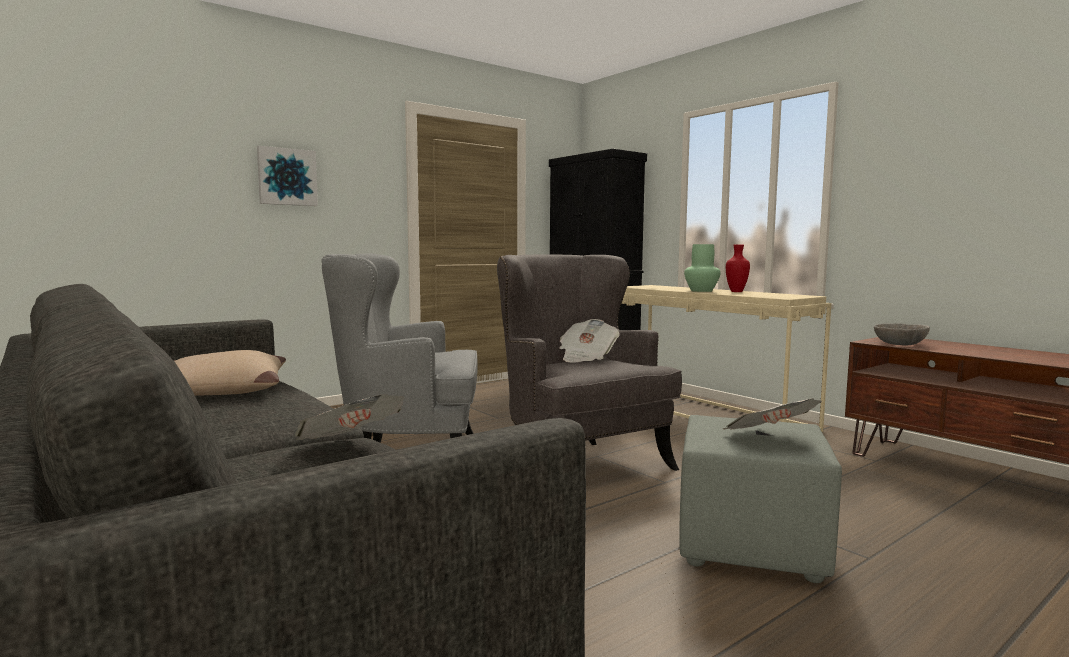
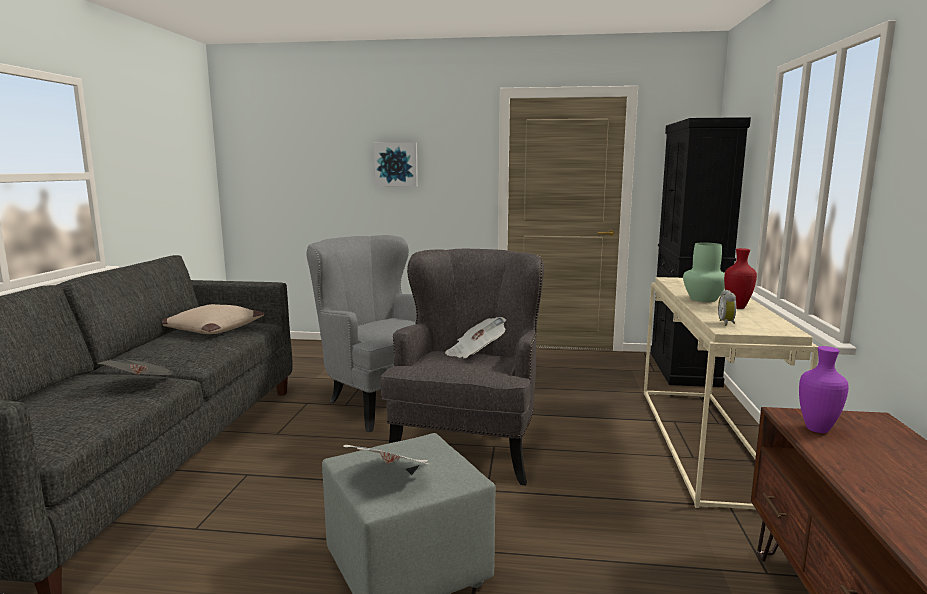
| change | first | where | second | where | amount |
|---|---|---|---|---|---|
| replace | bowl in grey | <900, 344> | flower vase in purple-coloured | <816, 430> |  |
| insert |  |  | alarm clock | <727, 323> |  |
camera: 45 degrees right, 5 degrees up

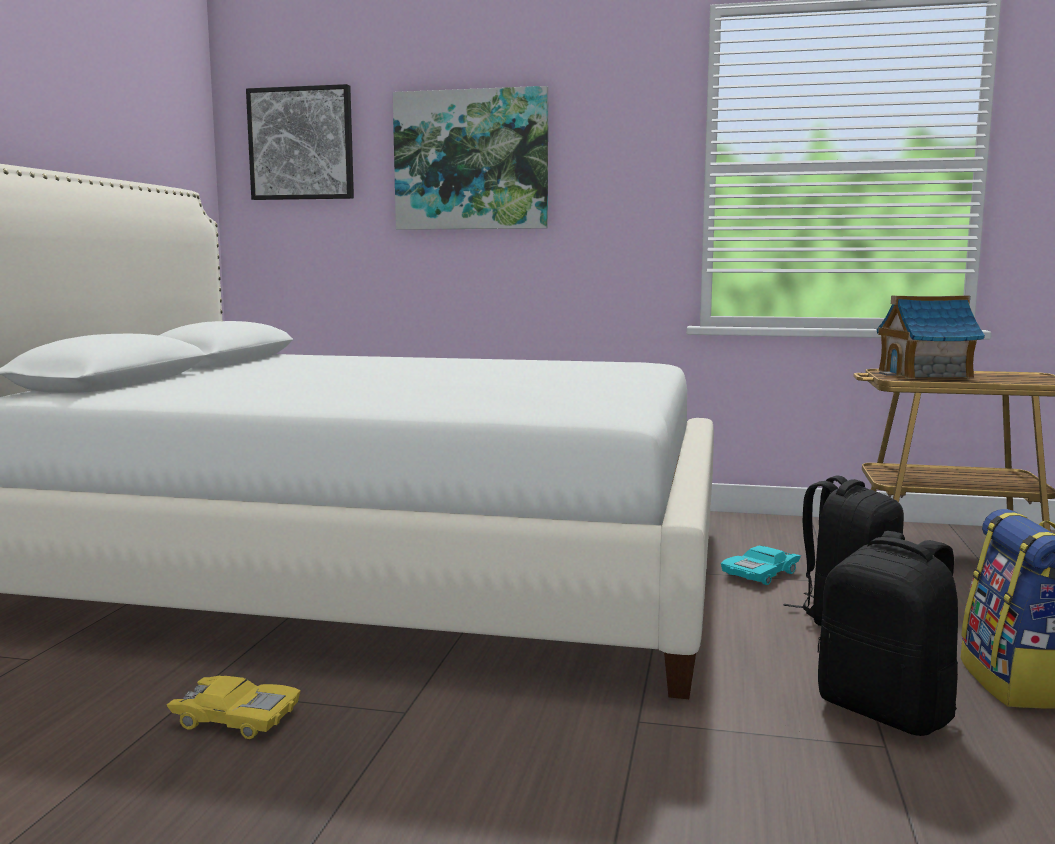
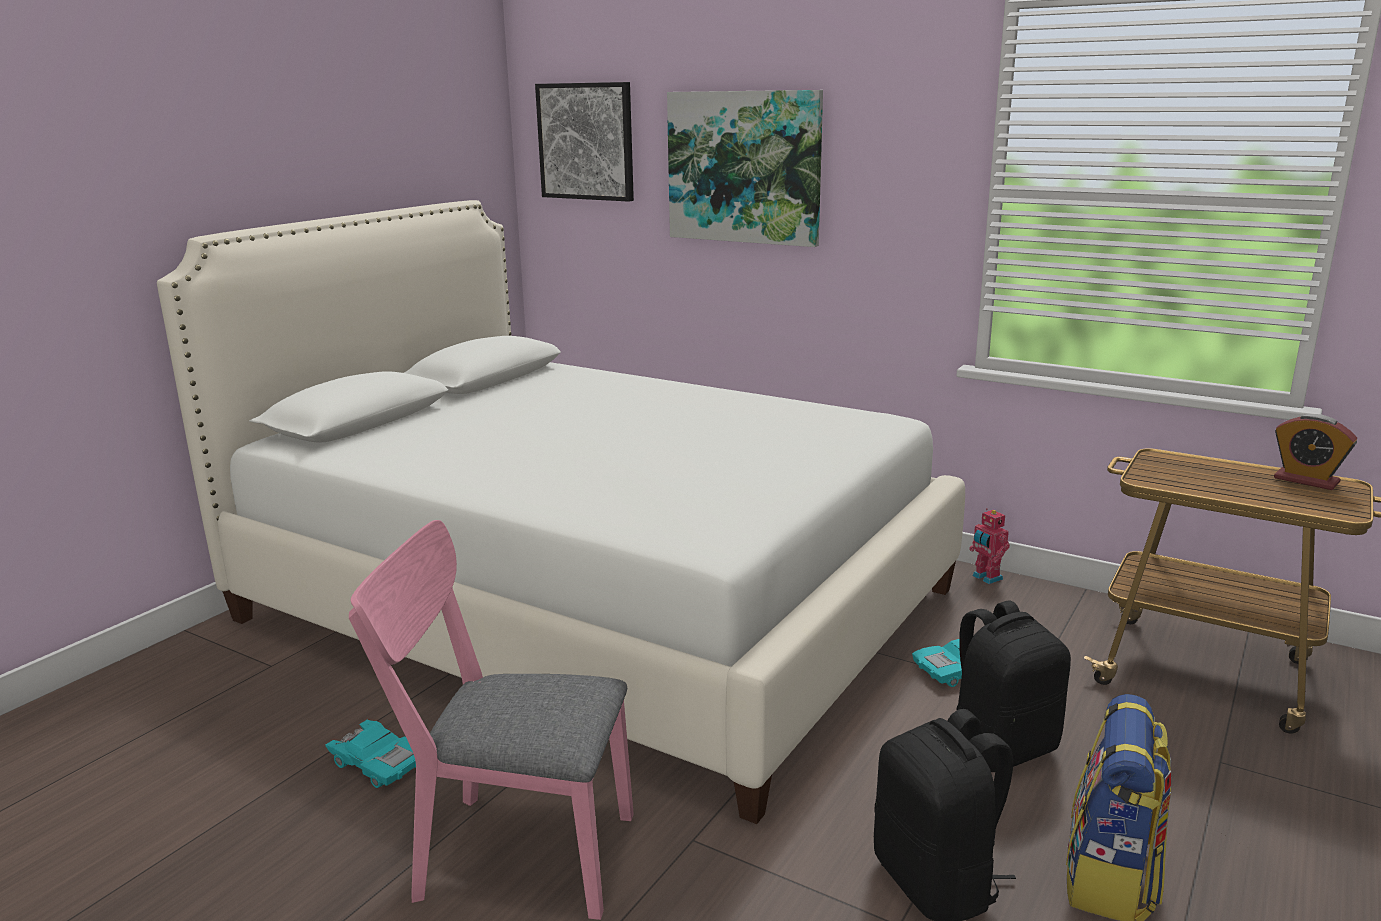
| change | first | where | second | where | amount |
|---|---|---|---|---|---|
| delete | toy house | <925, 374> |  |  |  |
| recolor | toy car in yellow | <236, 718> | toy car in blue-green | <379, 763> |  |
| insert |  |  | alarm clock | <1306, 480> |  |
| insert |  |  | robot figure | <986, 578> |  |
| insert |  |  | plain chair in pink | <510, 852> |  |
camera: 20 degrees right, 10 degrees up

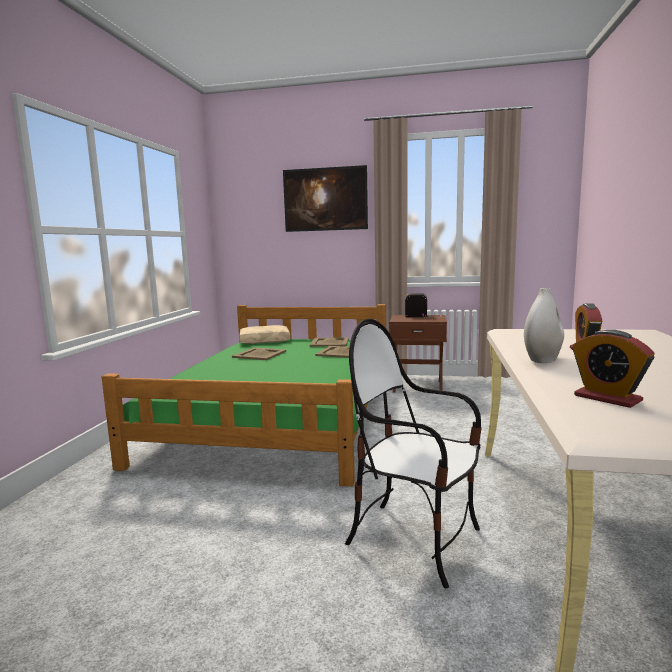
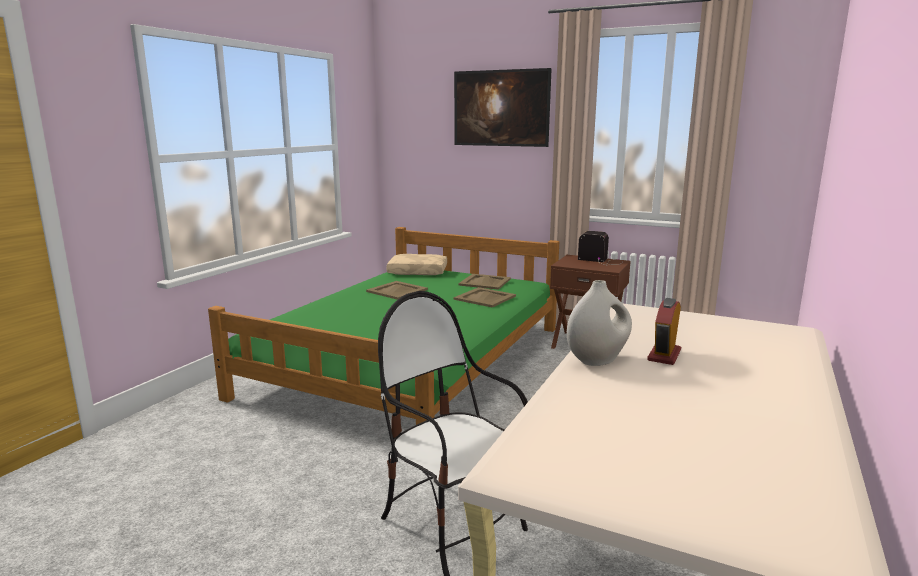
| change | first | where | second | where | amount |
|---|---|---|---|---|---|
| delete | alarm clock | <607, 398> |  |  |  |
camera: 15 degrees right, 5 degrees up

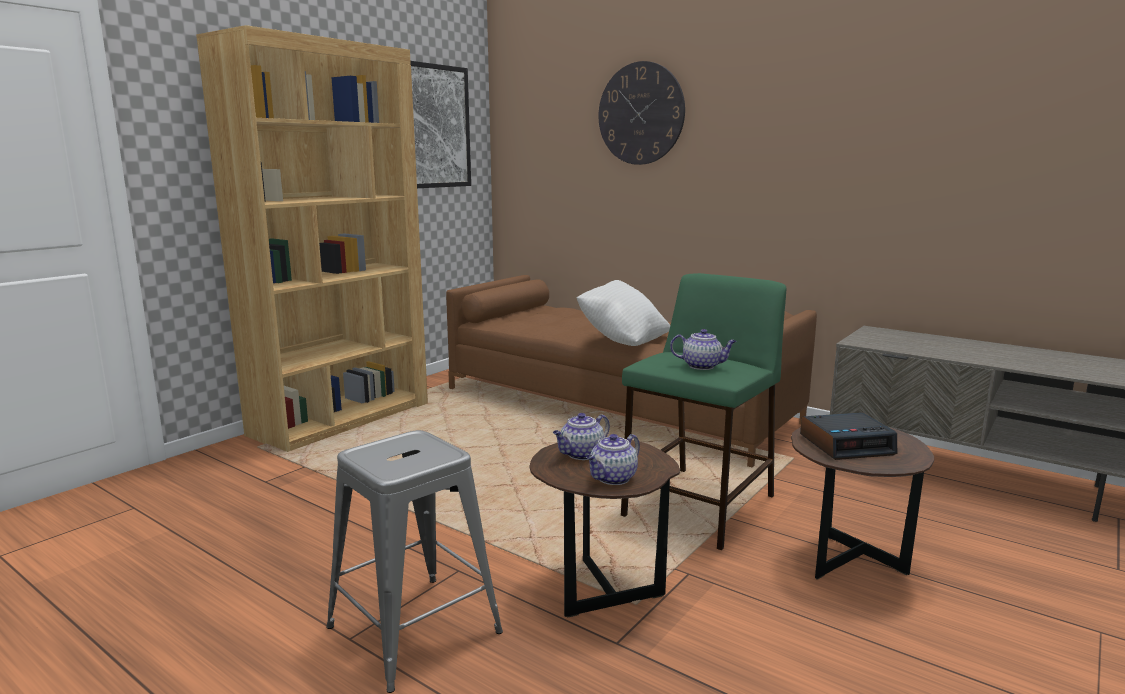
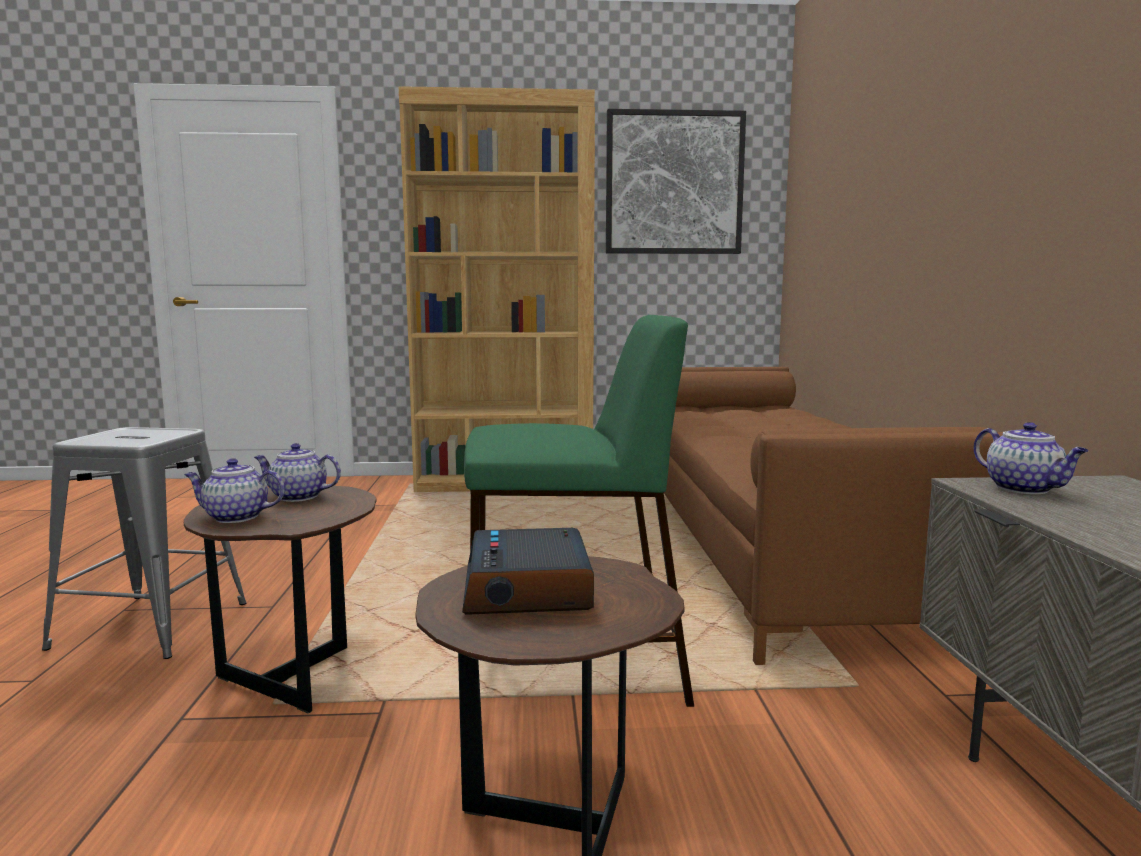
| change | first | where | second | where | amount |
|---|---|---|---|---|---|
| delete | hanging clock | <641, 113> |  |  |  |
| delete | throw pillow in white-coloured | <623, 341> |  |  |  |
| move | teapot | <702, 366> |  | <1025, 489> |  |
| rotate | alarm clock | <847, 444> |  | <529, 589> | 45 degrees clockwise |
camera: 50 degrees right, 5 degrees down

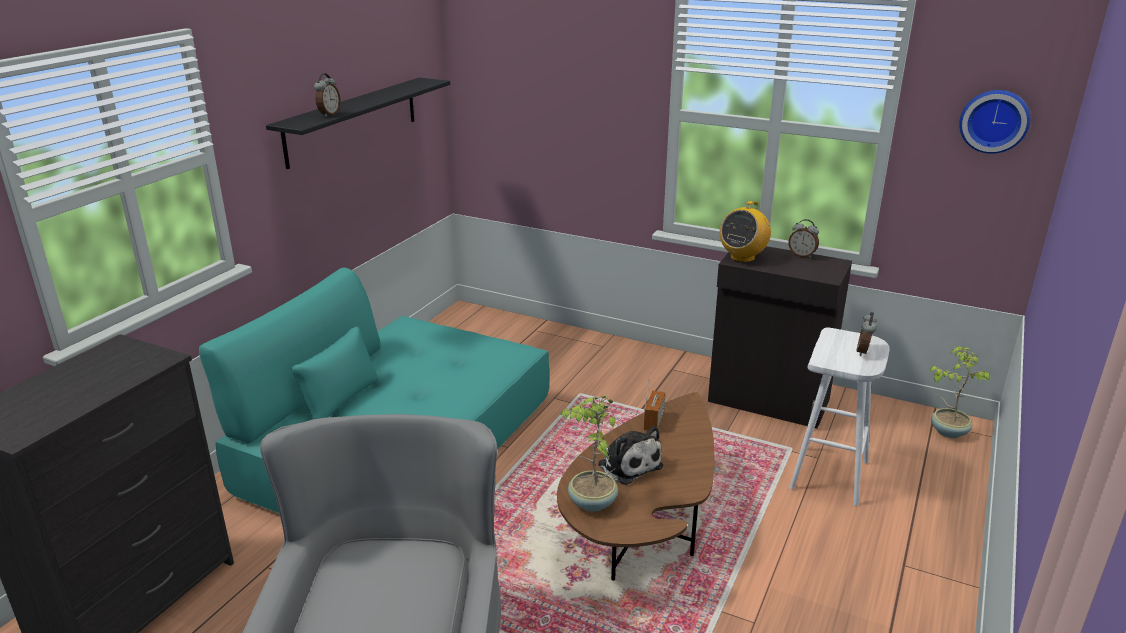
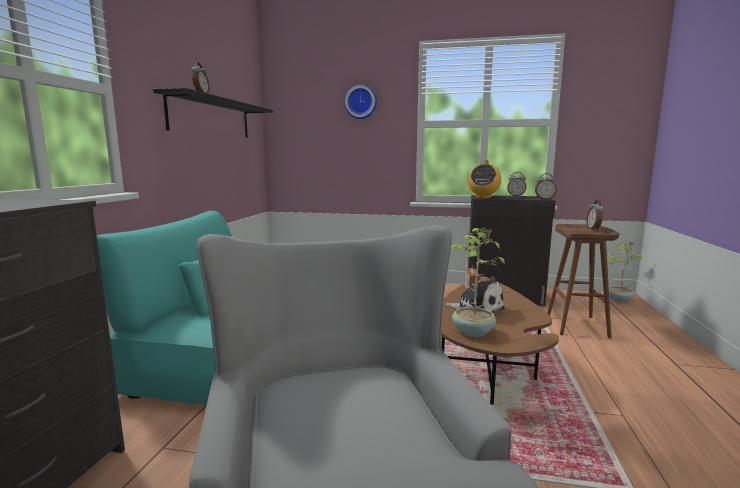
| change | first | where | second | where | amount |
|---|---|---|---|---|---|
| move | hanging clock | <994, 120> |  | <361, 102> |  |
| recolor | sitting stool in white-coloured | <830, 476> | sitting stool in brown | <577, 326> |  |
| insert |  |  | alarm clock | <544, 199> |  |
camera: 15 degrees left, 15 degrees down

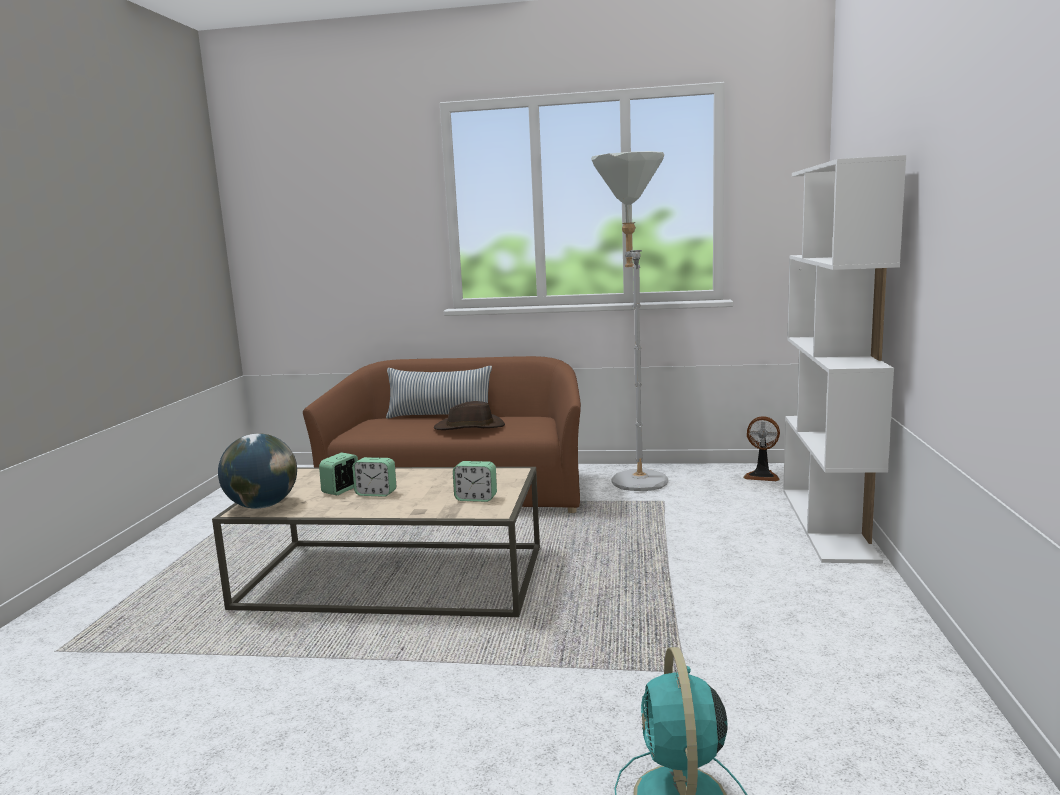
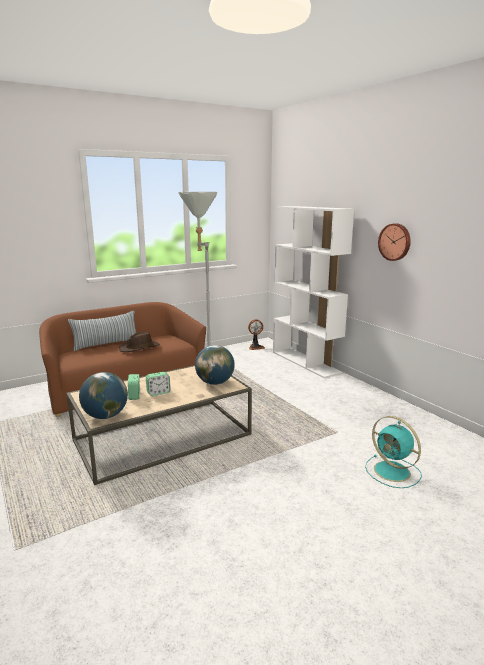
| change | first | where | second | where | amount |
|---|---|---|---|---|---|
| replace | alarm clock | <476, 498> | world globe | <215, 382> |  |
| insert |  |  | hanging clock | <395, 242> |  |
camera: 40 degrees left, 5 degrees up

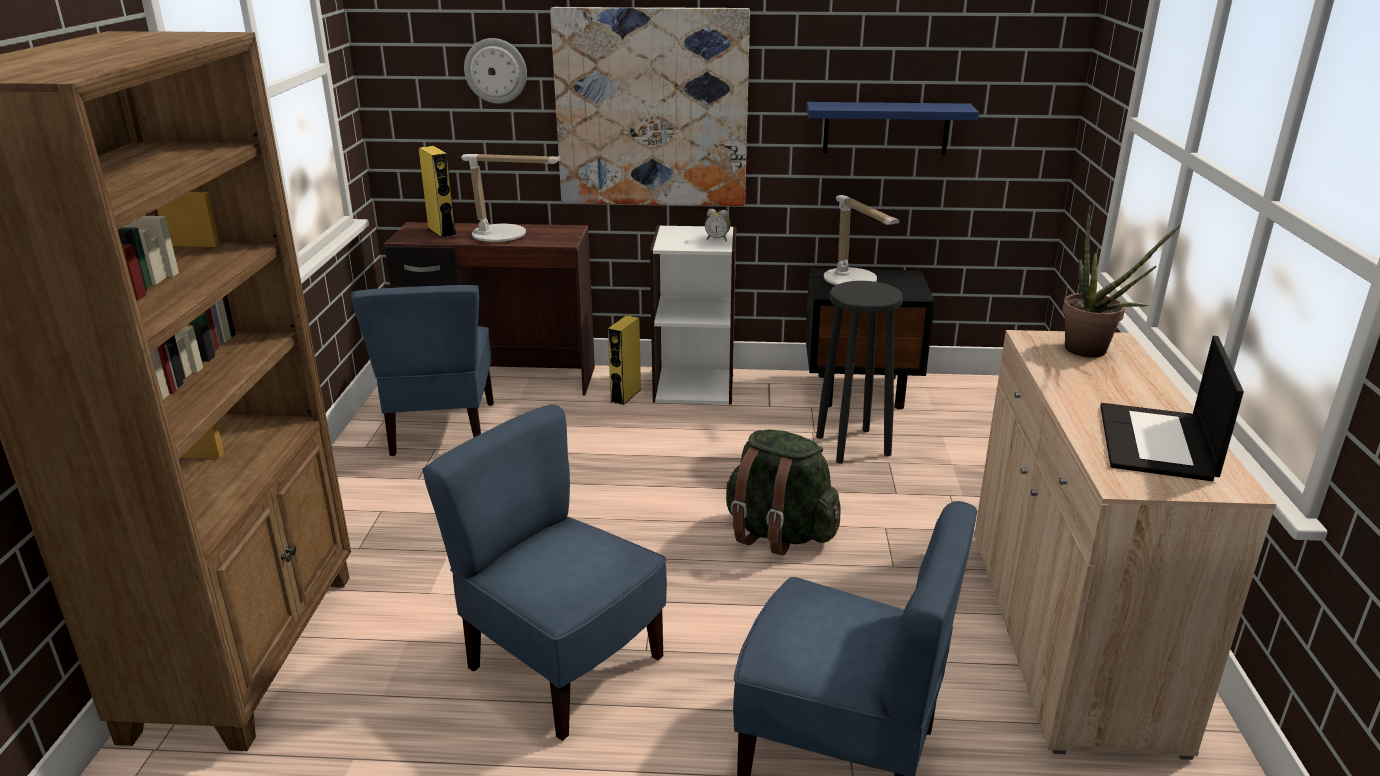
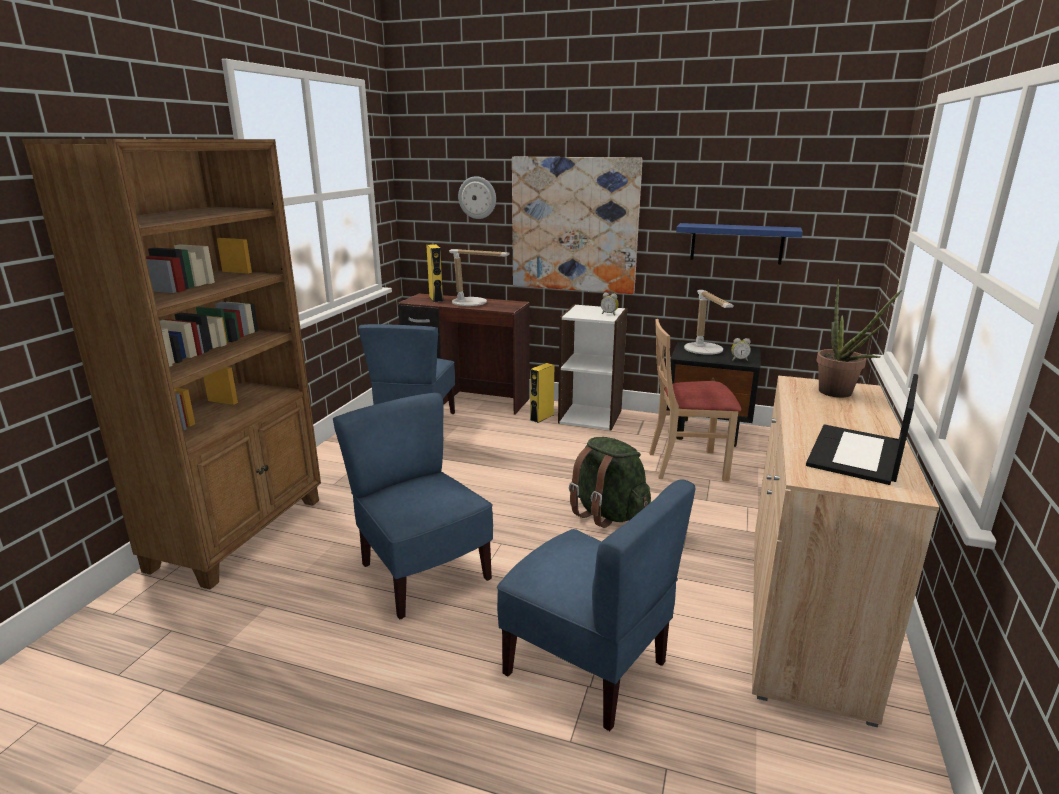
| change | first | where | second | where | amount |
|---|---|---|---|---|---|
| replace | sitting stool in blackish | <852, 445> | plain chair in beige-coloured | <687, 465> |  |
| insert |  |  | alarm clock | <739, 360> |  |
camera: 15 degrees right, 5 degrees down

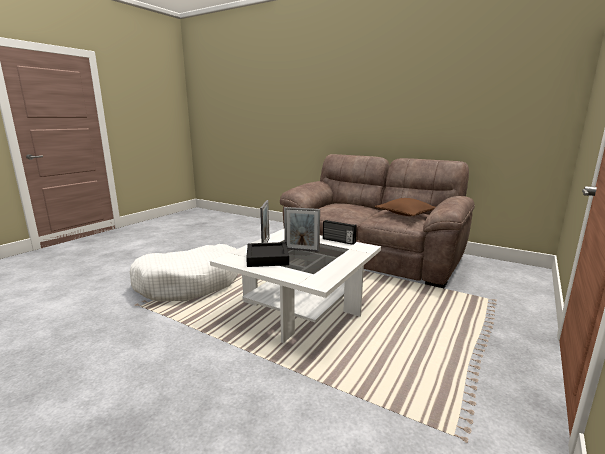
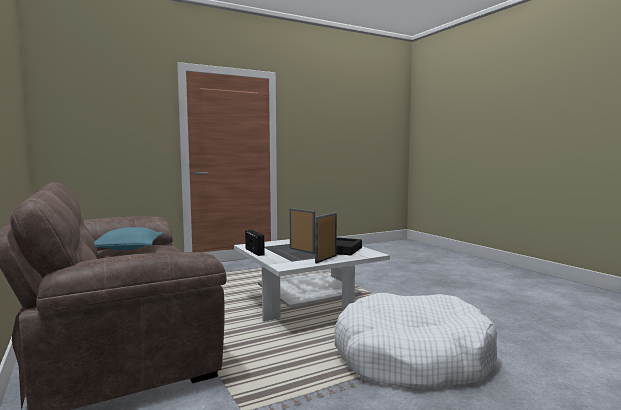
| change | first | where | second | where | amount |
|---|---|---|---|---|---|
| recolor | throw pillow in brown | <406, 214> | throw pillow in blue-green | <128, 248> |  |
camera: 150 degrees left, 10 degrees down

